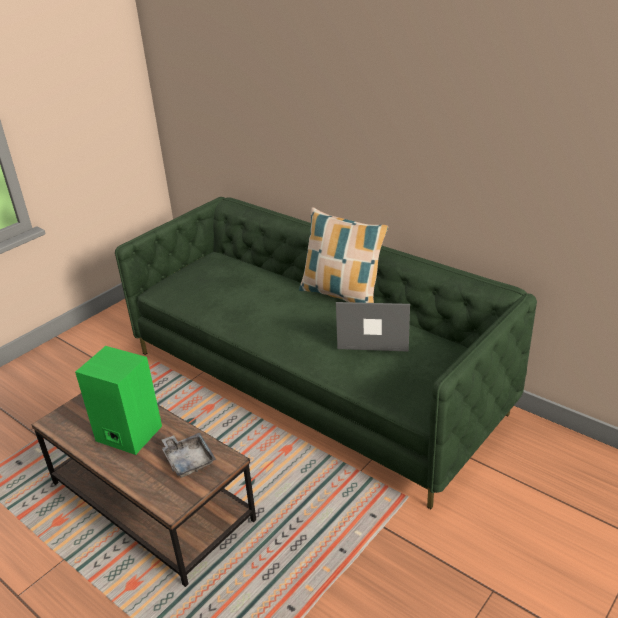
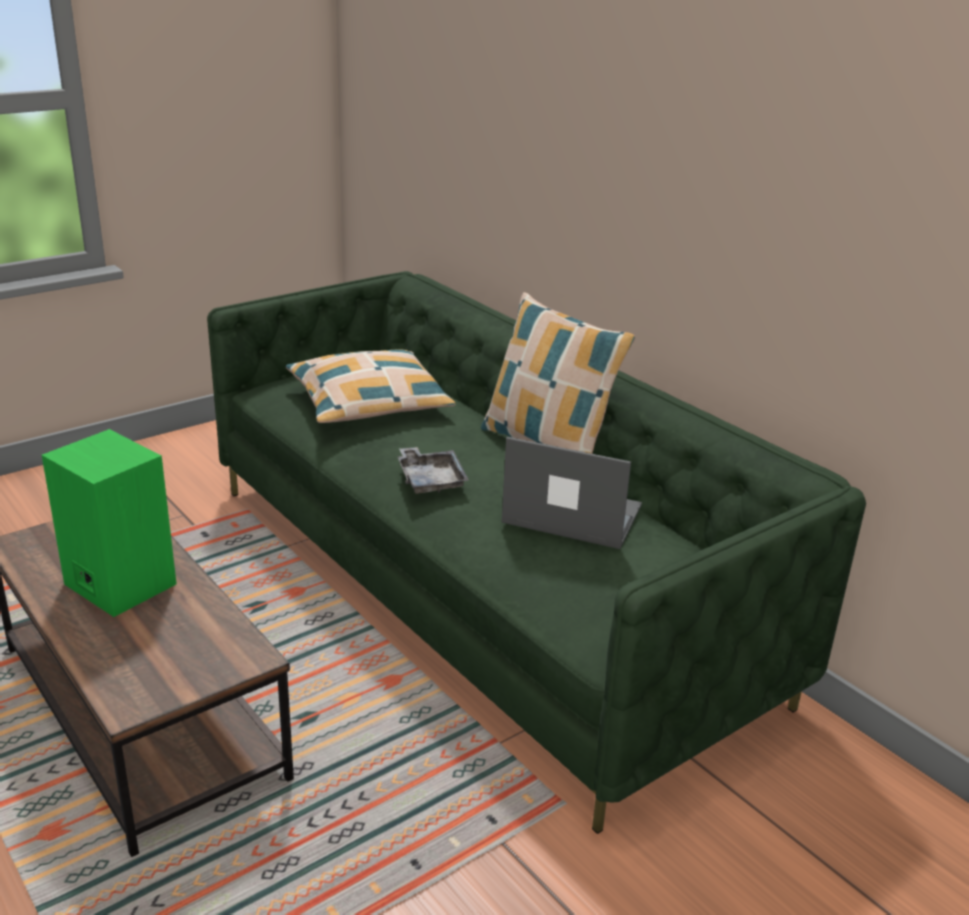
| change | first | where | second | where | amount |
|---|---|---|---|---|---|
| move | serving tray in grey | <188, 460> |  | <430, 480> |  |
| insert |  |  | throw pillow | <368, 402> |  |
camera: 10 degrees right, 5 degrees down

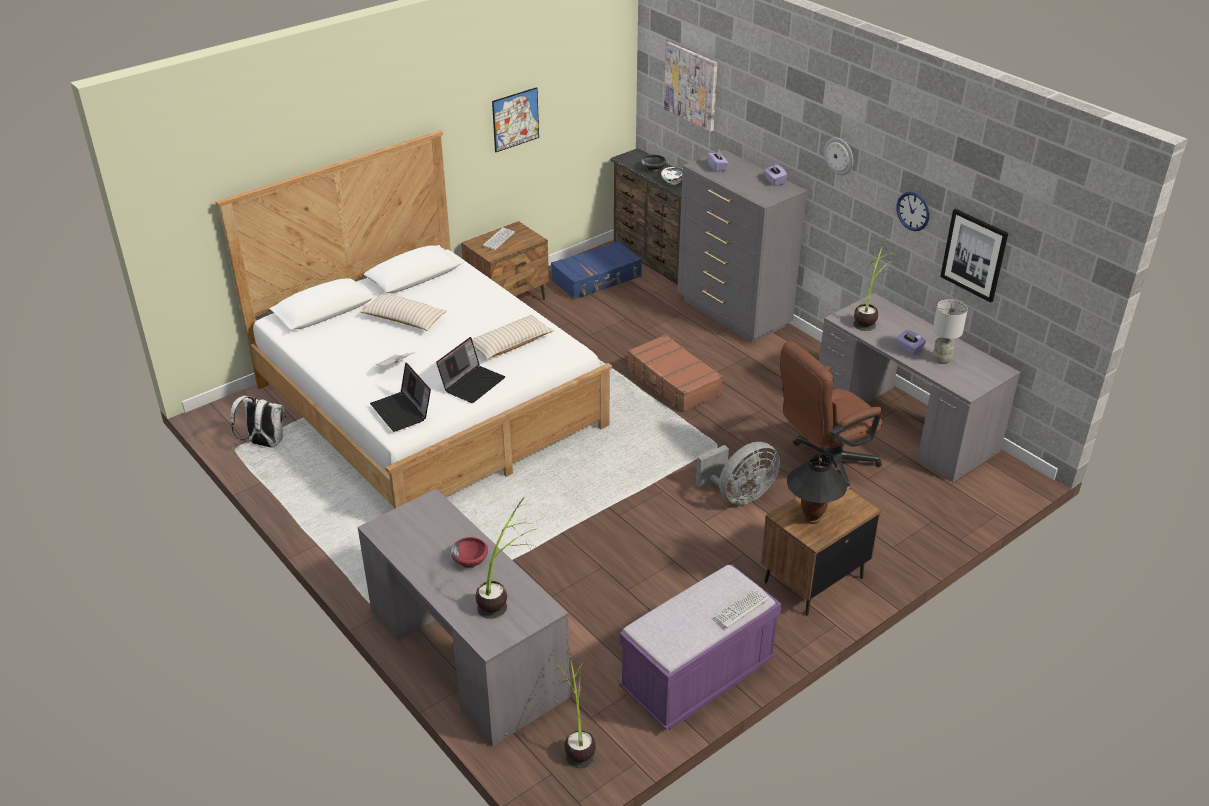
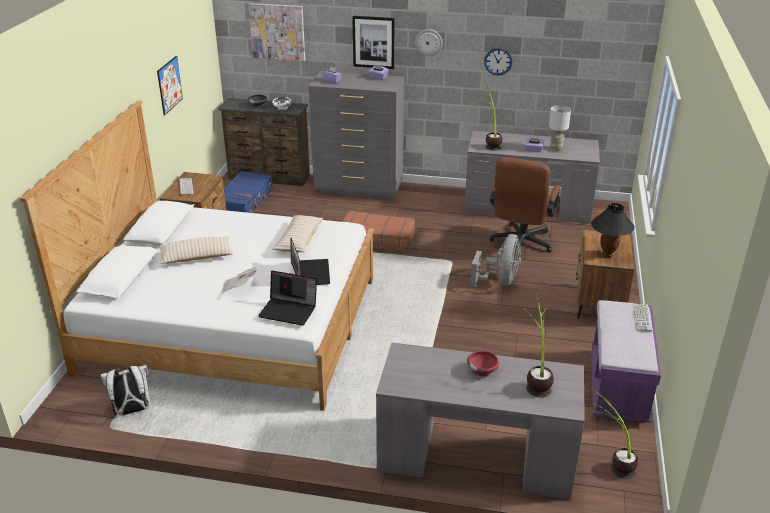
| change | first | where | second | where | amount |
|---|---|---|---|---|---|
| move | picture | <974, 255> |  | <373, 42> |  |
camera: 40 degrees left, 5 degrees down

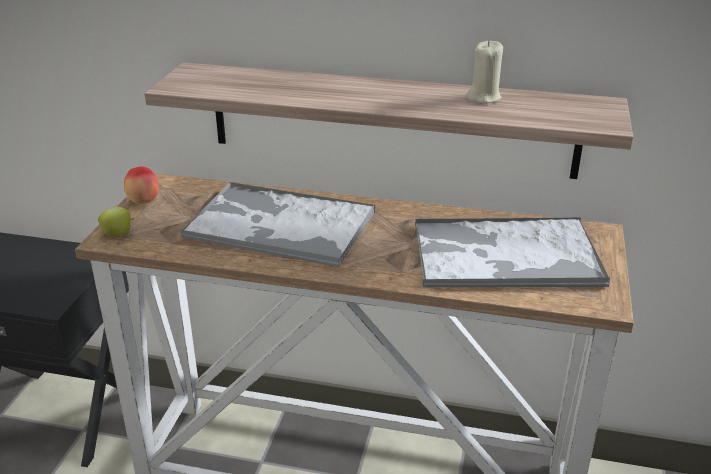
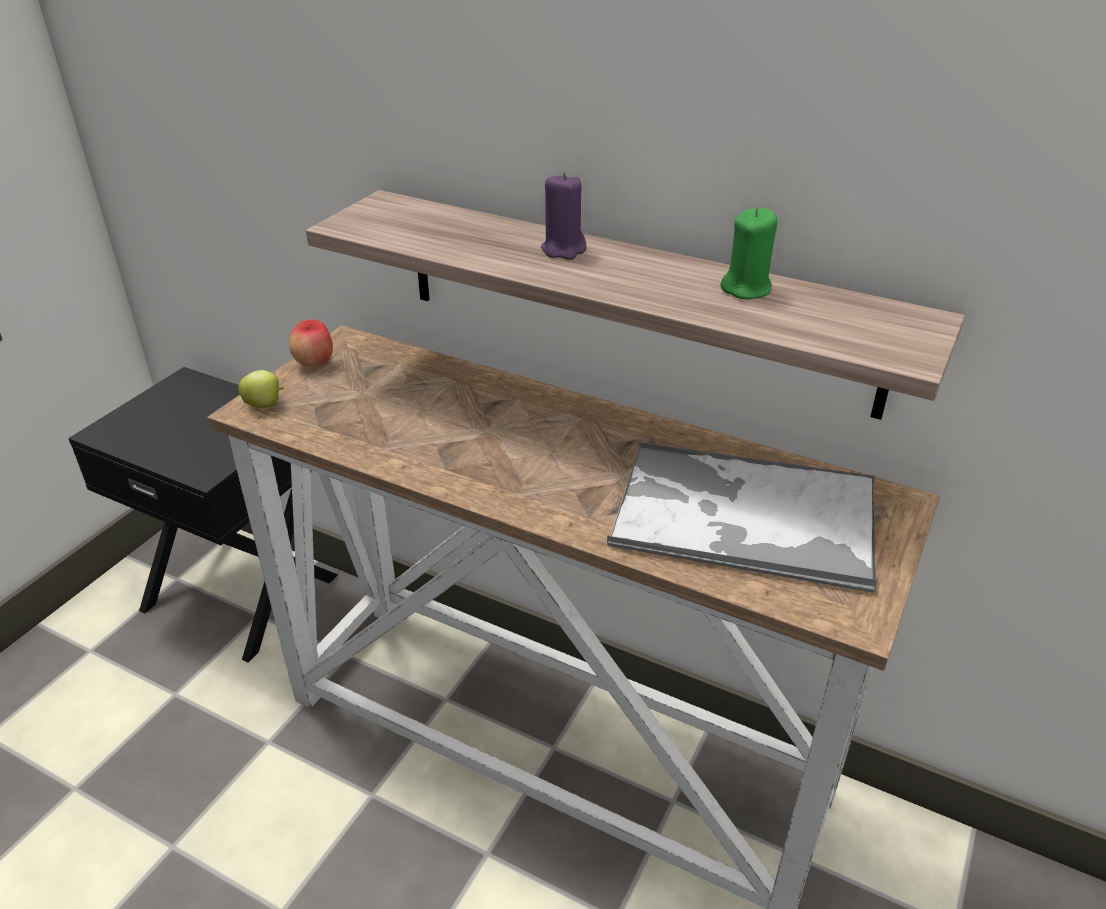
| change | first | where | second | where | amount |
|---|---|---|---|---|---|
| recolor | candle in beige-coloured | <484, 97> | candle in green-coloured | <746, 289> |  |
| delete | serving tray | <278, 225> |  |  |  |
| insert |  |  | candle in purple-coloured | <563, 249> |  |
camera: 15 degrees right, 5 degrees up

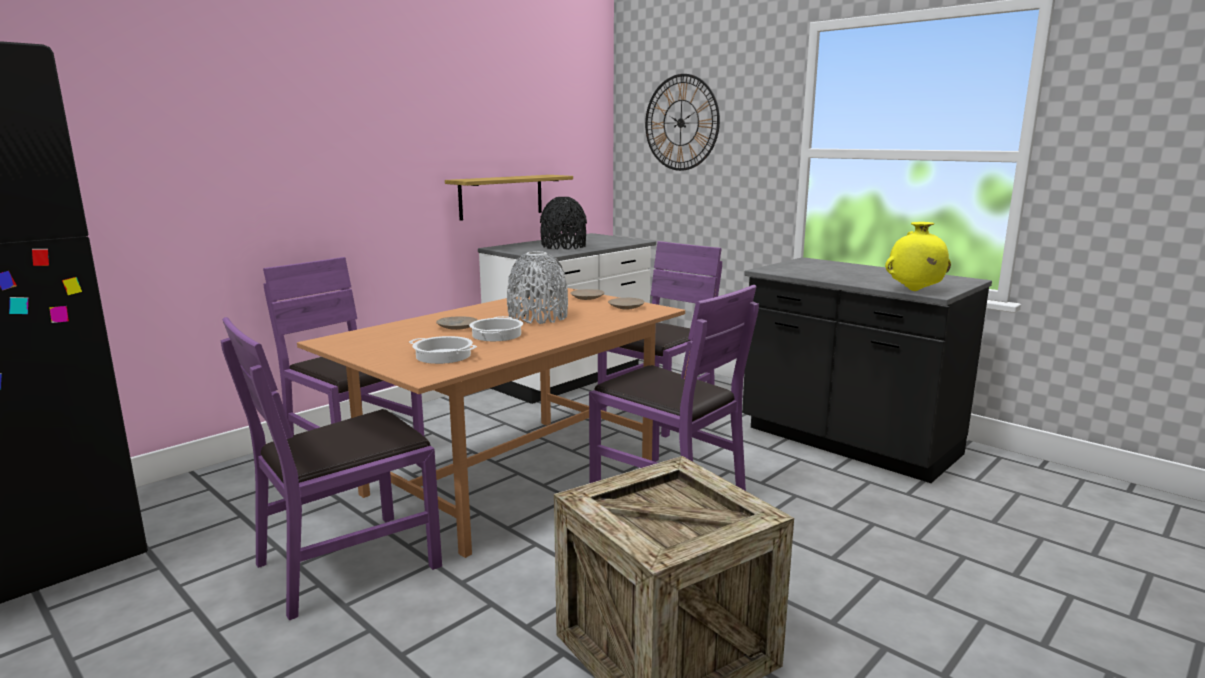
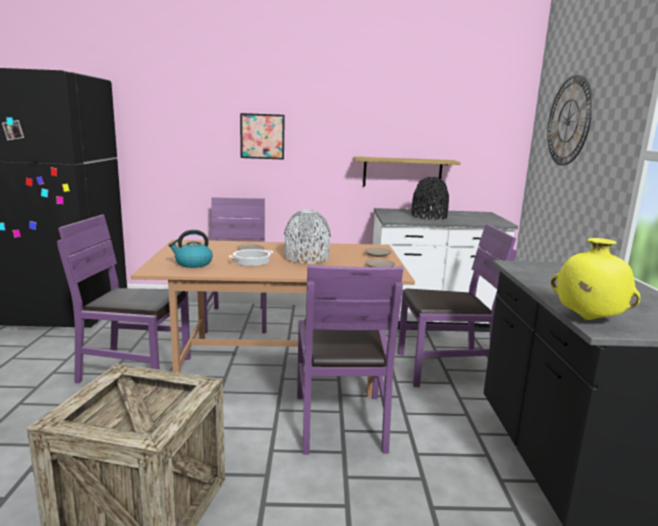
| change | first | where | second | where | amount |
|---|---|---|---|---|---|
| replace | saucepot | <444, 356> | kettle | <193, 264> |  |
| insert |  |  | picture | <262, 136> |  |
camera: 45 degrees right, 0 degrees up

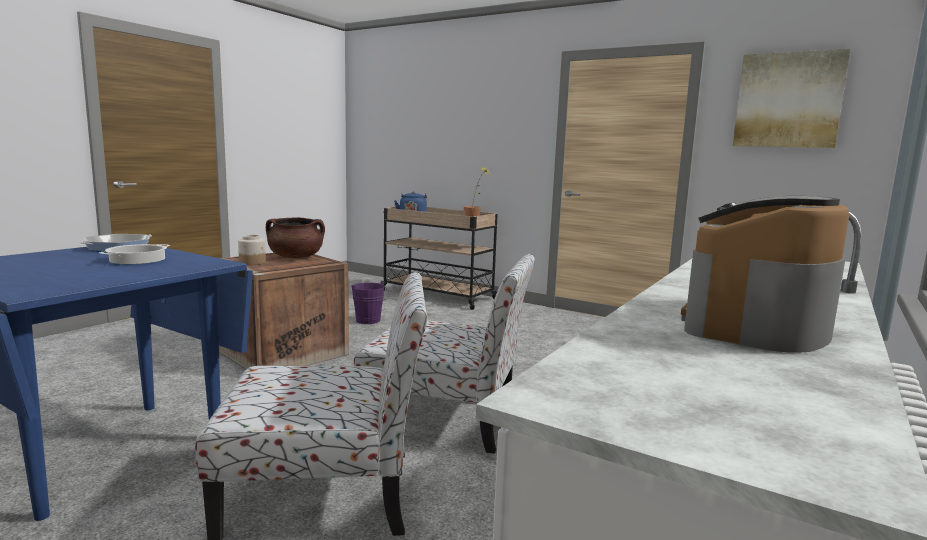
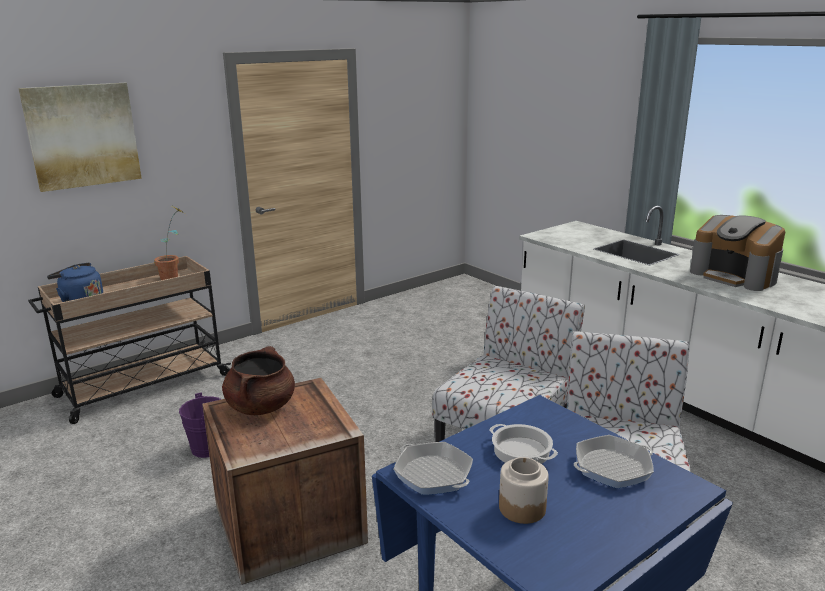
| change | first | where | second | where | amount |
|---|---|---|---|---|---|
| move | picture | <788, 100> |  | <83, 136> |  |
| move | preserve jar | <253, 263> |  | <522, 508> |  |
| insert |  |  | frying pan | <612, 467> |  |
camera: 70 degrees left, 10 degrees up

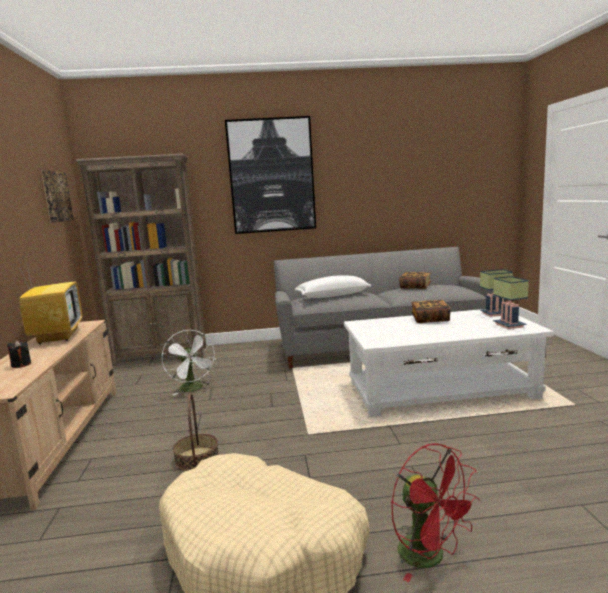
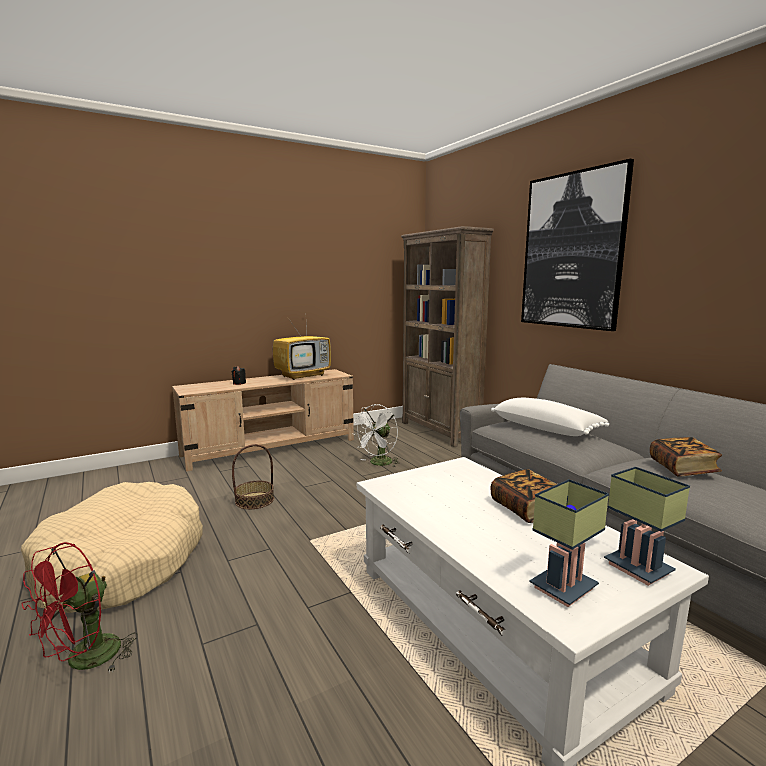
| change | first | where | second | where | amount |
|---|---|---|---|---|---|
| delete | picture | <56, 196> |  |  |  |
camera: 65 degrees right, 0 degrees up

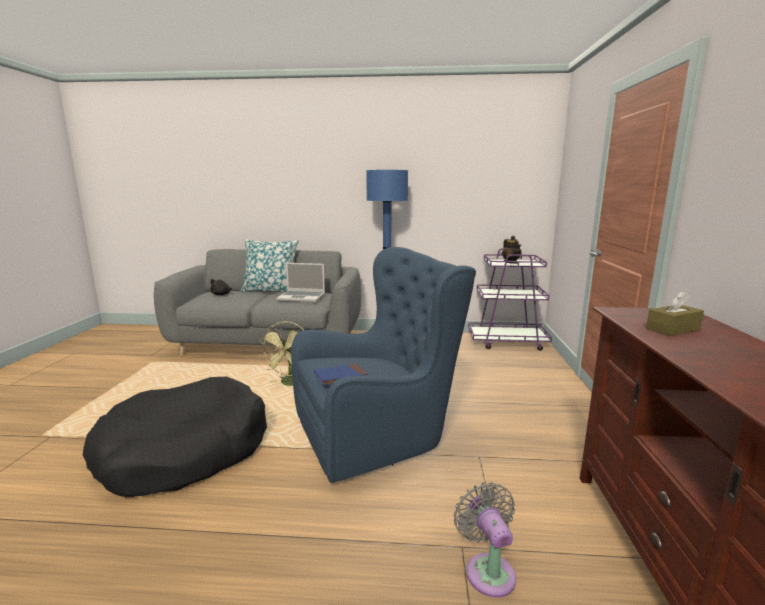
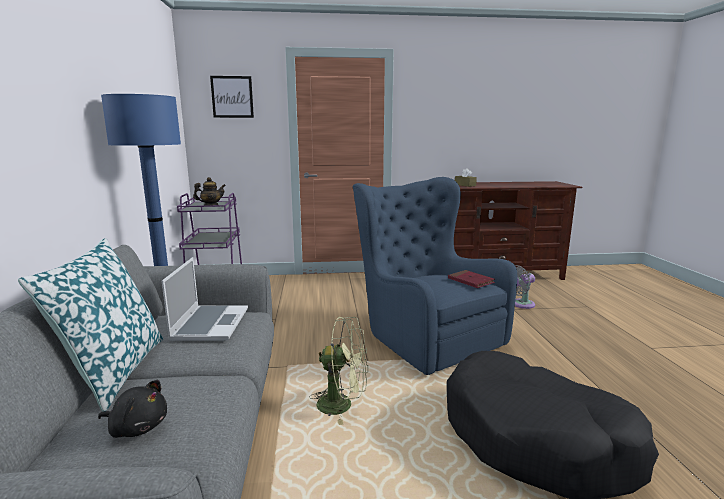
| change | first | where | second | where | amount |
|---|---|---|---|---|---|
| recolor | bound book in blue-coloured | <340, 377> | bound book in red-coloured | <470, 281> |  |
| insert |  |  | picture | <232, 97> |  |
camera: 100 degrees left, 0 degrees up

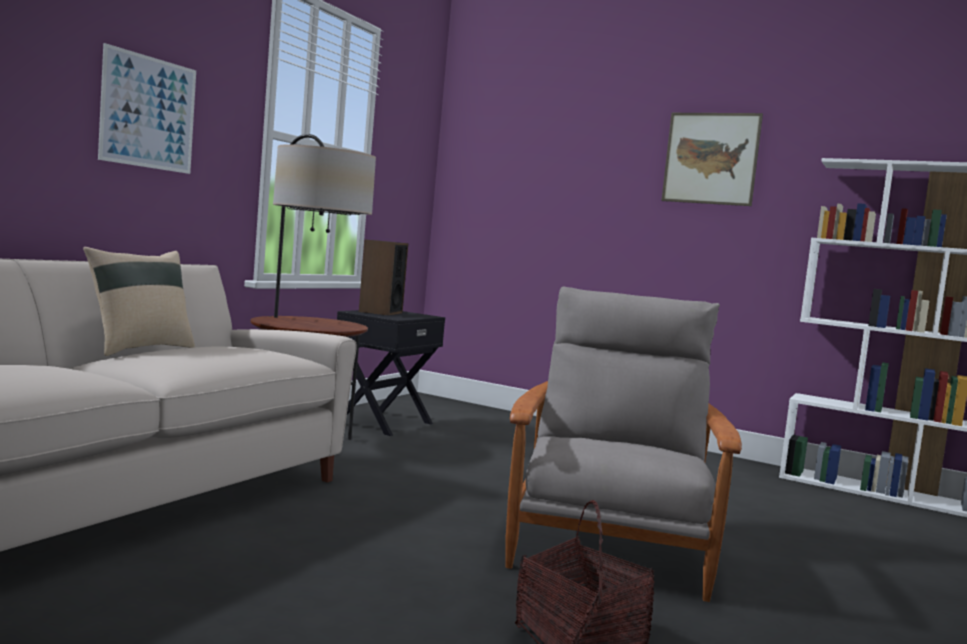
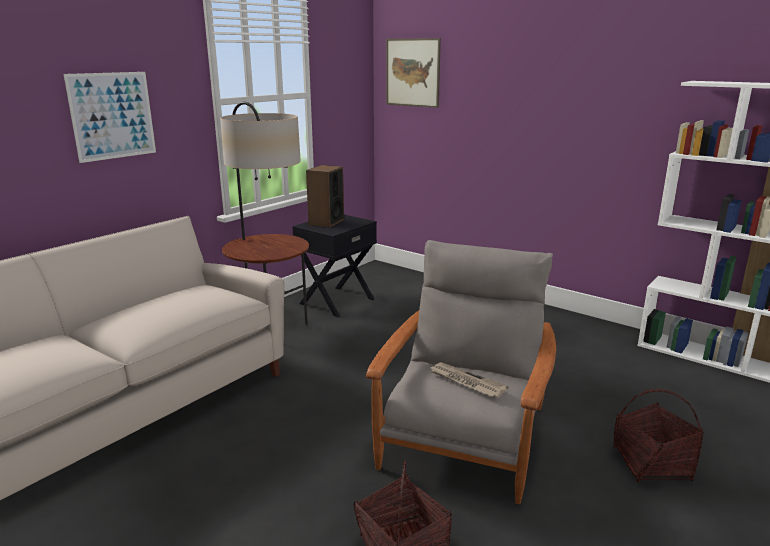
| change | first | where | second | where | amount |
|---|---|---|---|---|---|
| move | picture | <711, 158> |  | <412, 72> |  |
| delete | throw pillow in beige-coloured | <139, 349> |  |  |  |
| insert |  |  | newspaper | <466, 382> |  |
| insert |  |  | storage basket | <651, 464> |  |
camera: 10 degrees right, 15 degrees up

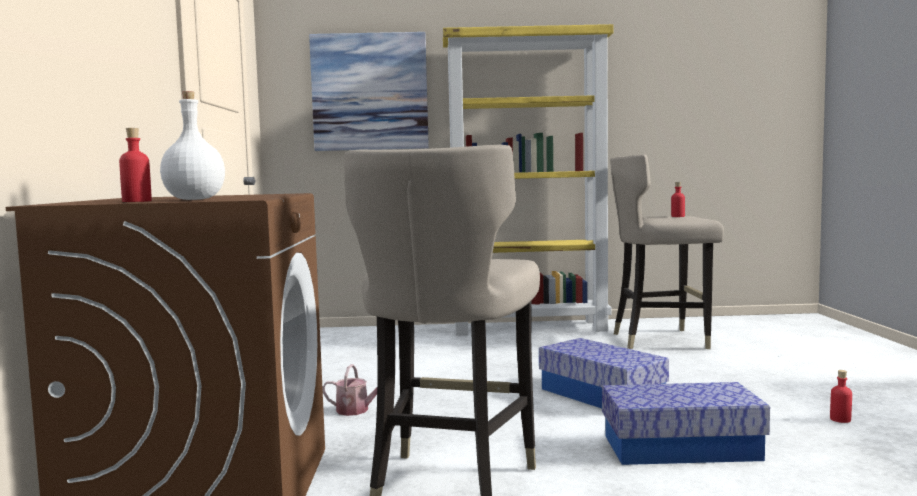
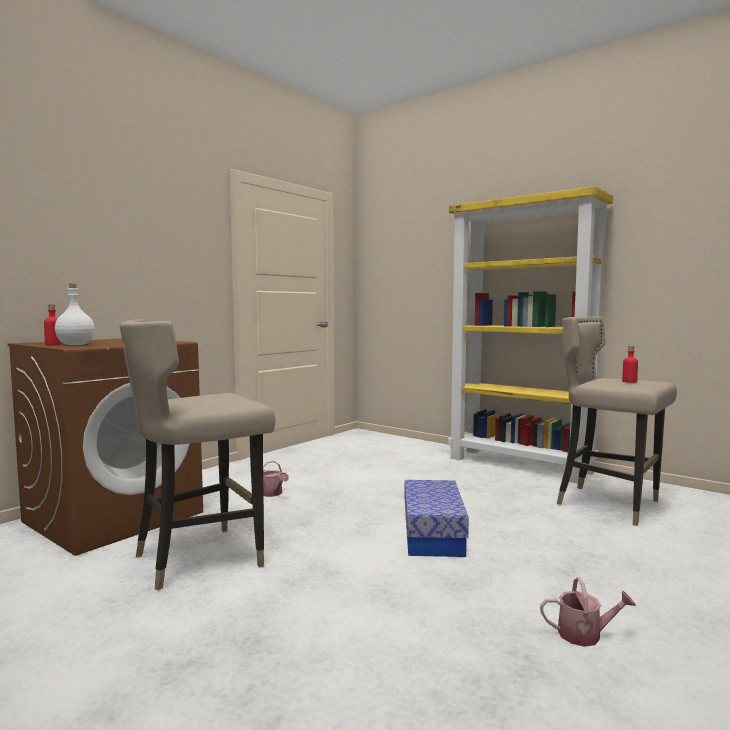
| change | first | where | second | where | amount |
|---|---|---|---|---|---|
| delete | picture | <370, 92> |  |  |  |
| replace | drink bottle in red-coloured | <840, 419> | sprinkling can | <585, 635> |  |
| delete | storage box | <681, 448> |  |  |  |
camera: 40 degrees right, 0 degrees up

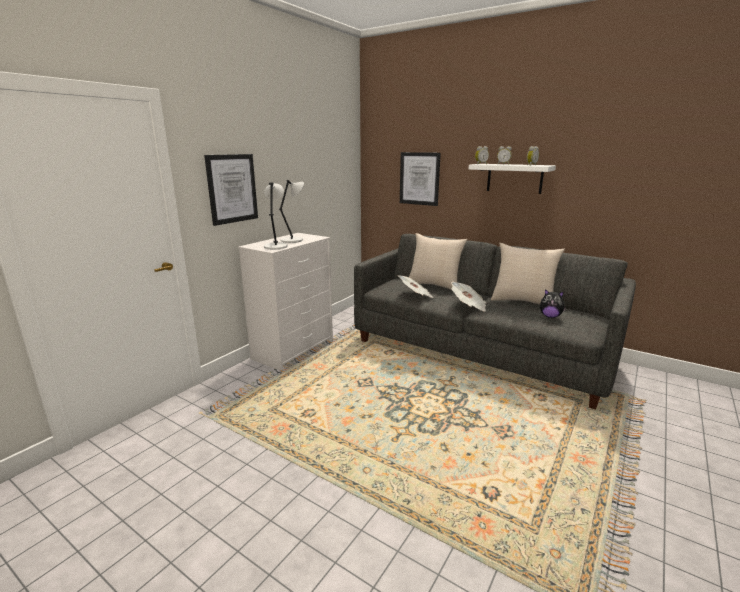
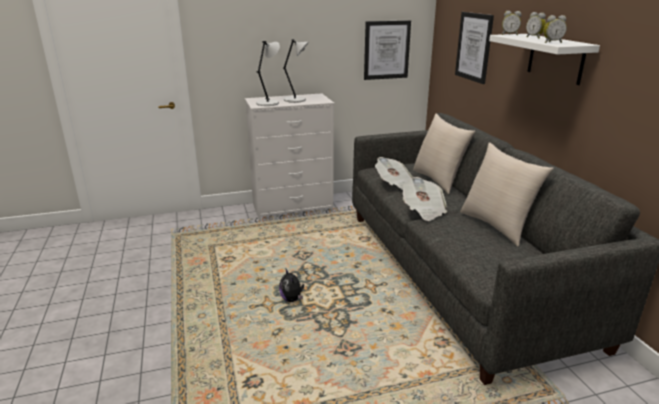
| change | first | where | second | where | amount |
|---|---|---|---|---|---|
| move | picture | <232, 188> |  | <386, 50> |  |
| move | plush toy | <550, 316> |  | <292, 299> |  |
camera: 40 degrees right, 5 degrees up

